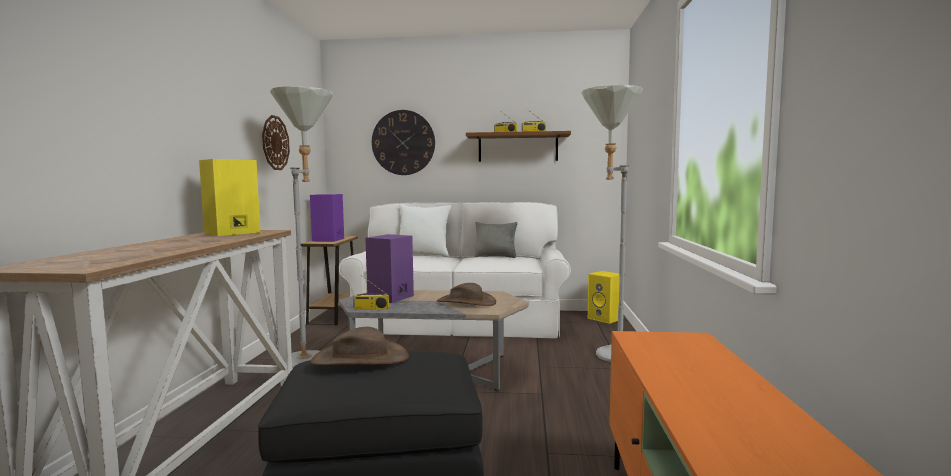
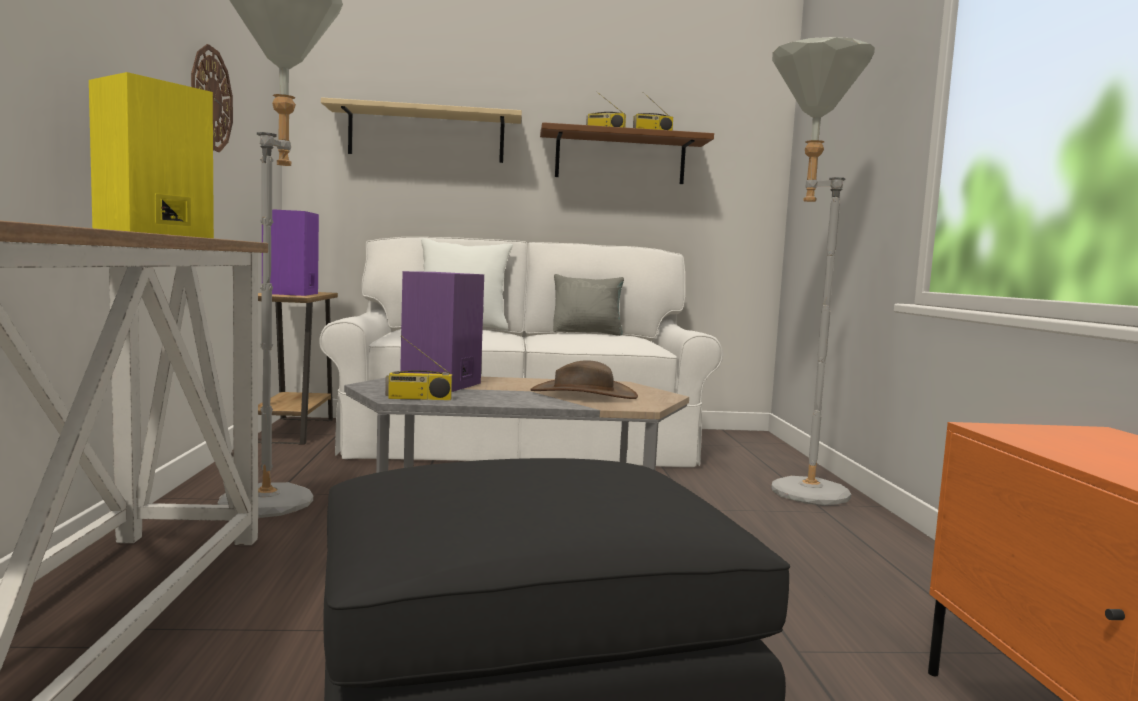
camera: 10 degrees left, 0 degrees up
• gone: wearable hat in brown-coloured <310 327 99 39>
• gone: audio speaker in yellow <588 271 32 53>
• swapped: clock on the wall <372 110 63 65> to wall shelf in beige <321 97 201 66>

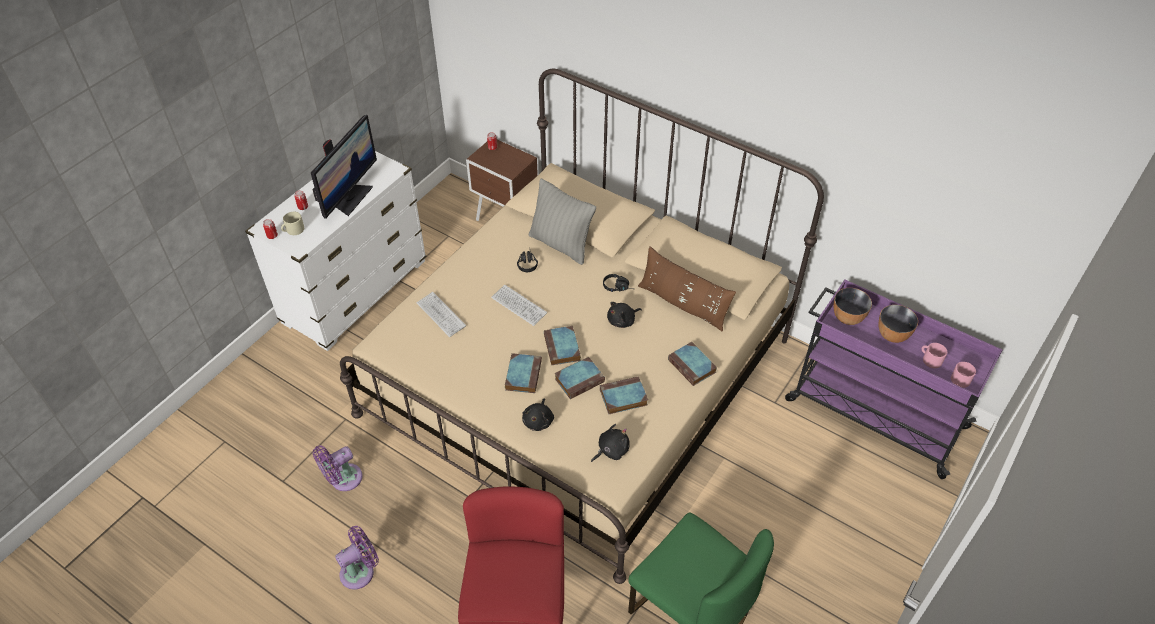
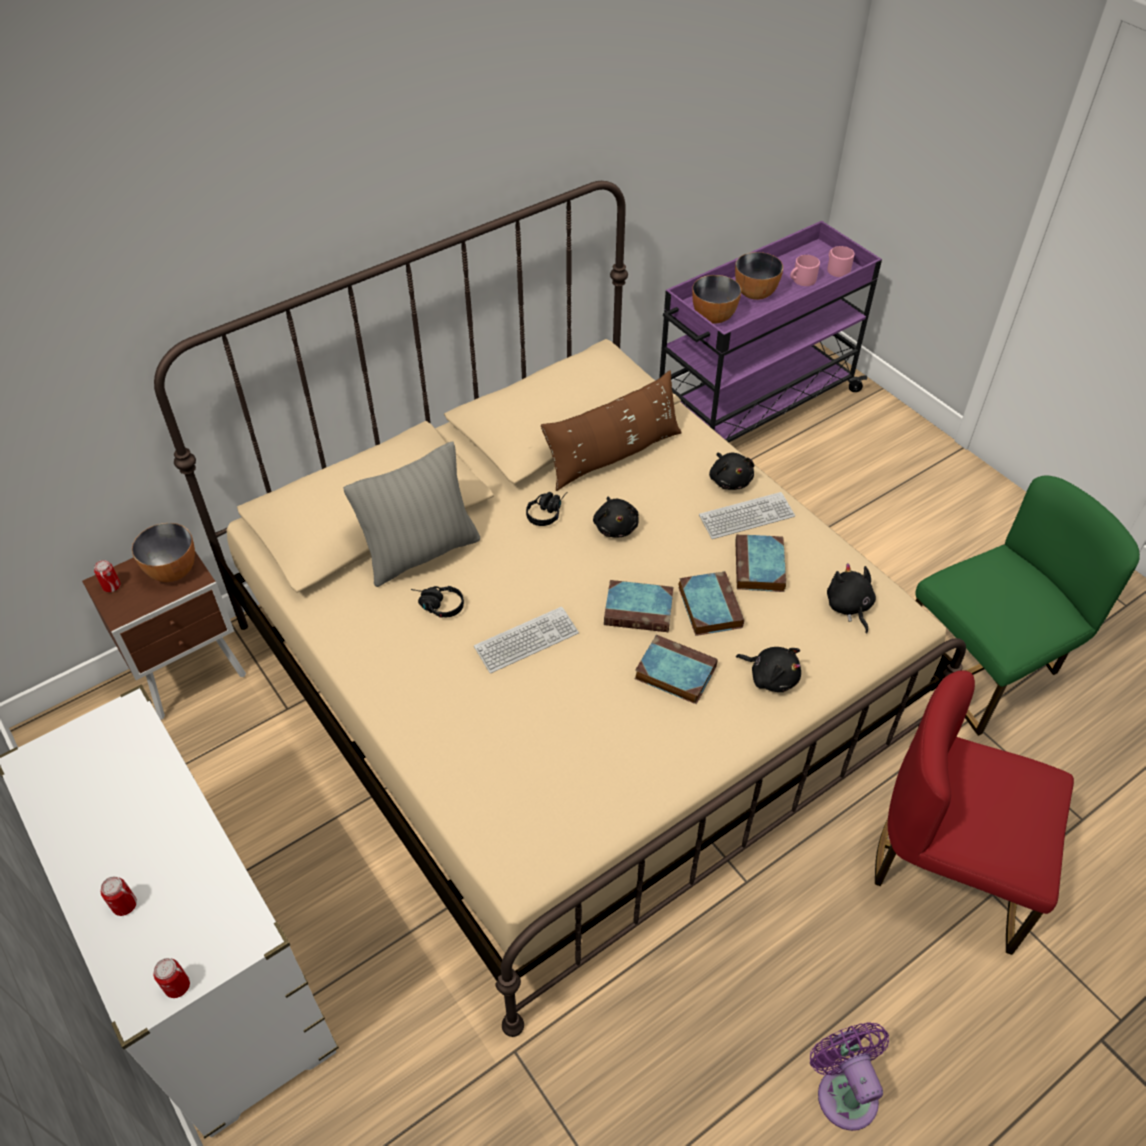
camera: 70 degrees left, 0 degrees up
• gone: coffee mug in beige <281 212 23 23>
• gone: computer display <311 115 66 104>
• gone: cooling fan in purple-coloured <313 446 50 45>
• new: bowl <132 523 63 59>
• shifted: keyboard <417 292 49 45> to <699 492 96 47>
• swapped: book <668 342 49 44> to plush toy in black <709 452 45 38>

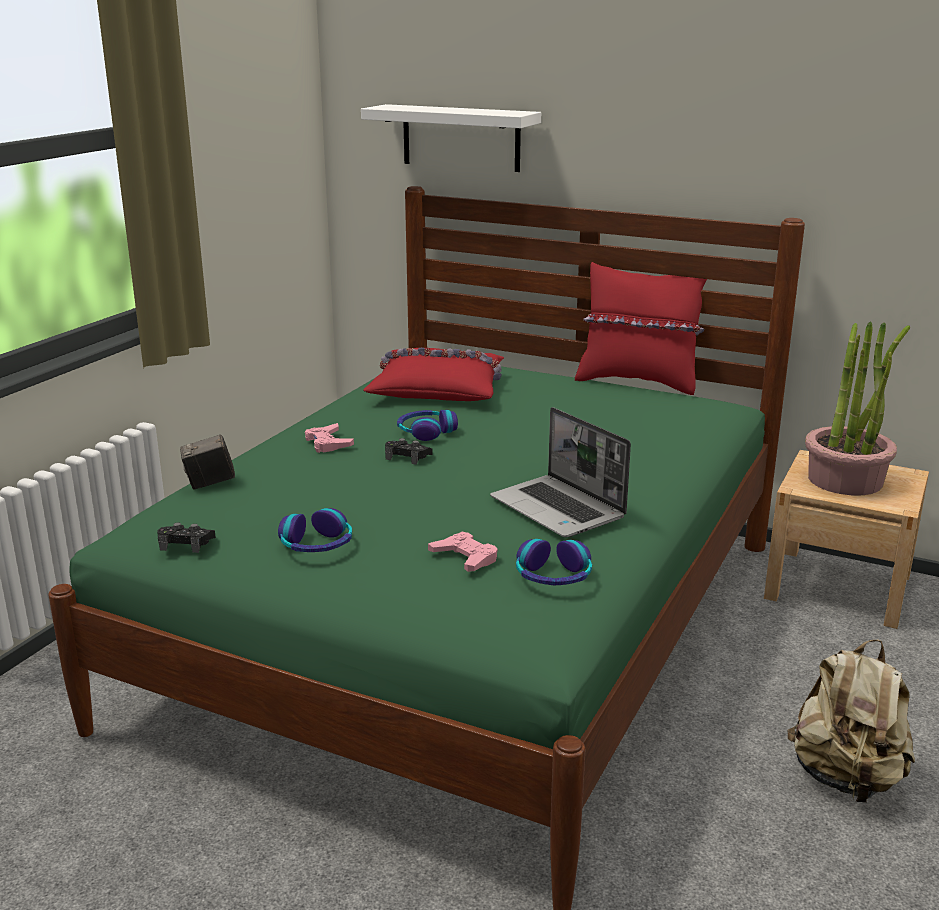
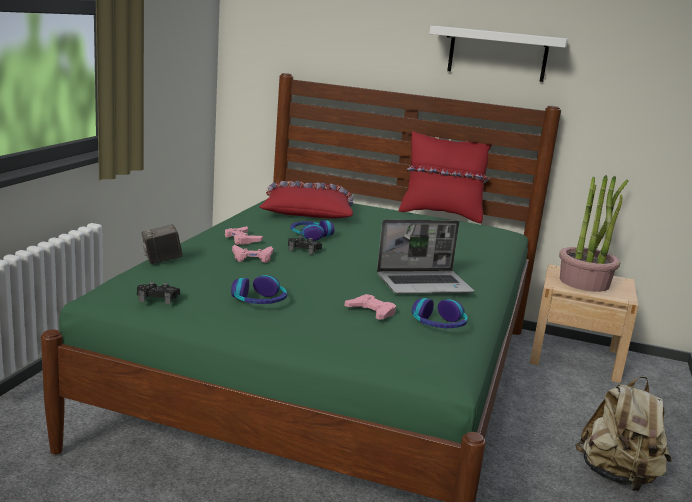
camera: 10 degrees left, 5 degrees down
• new: game controller in pink <232 245 41 18>
• shifted: wall shelf in white <361 104 180 68> to <429 26 139 56>
• rotated: notebook computer <490 407 141 130> = <377 219 97 75> 60 degrees counterclockwise

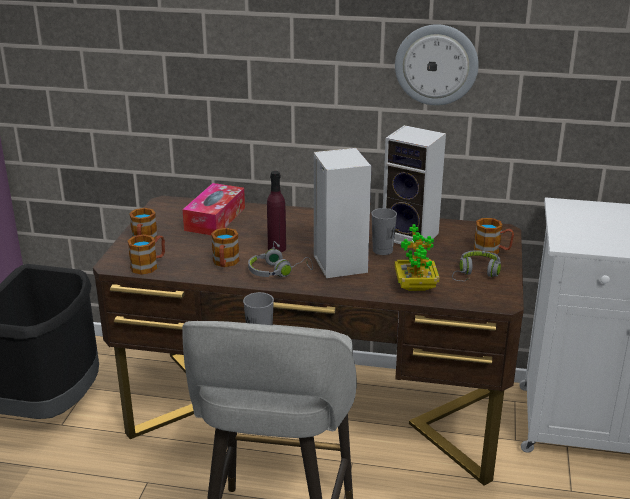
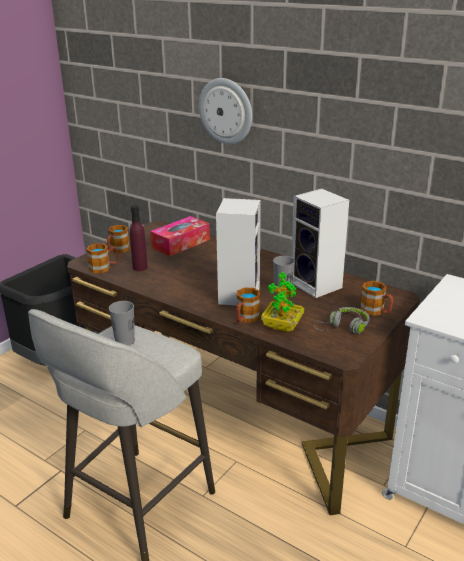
camera: 25 degrees right, 0 degrees up
• gone: headphones in gray <248 241 65 36>
• shifted: coffee mug <211 228 29 39> to <236 288 24 35>
• shifted: beverage bottle in purple-coloured <267 171 19 81> to <130 205 18 66>
• shifted: clock on the wall <395 24 84 81> to <199 78 53 66>

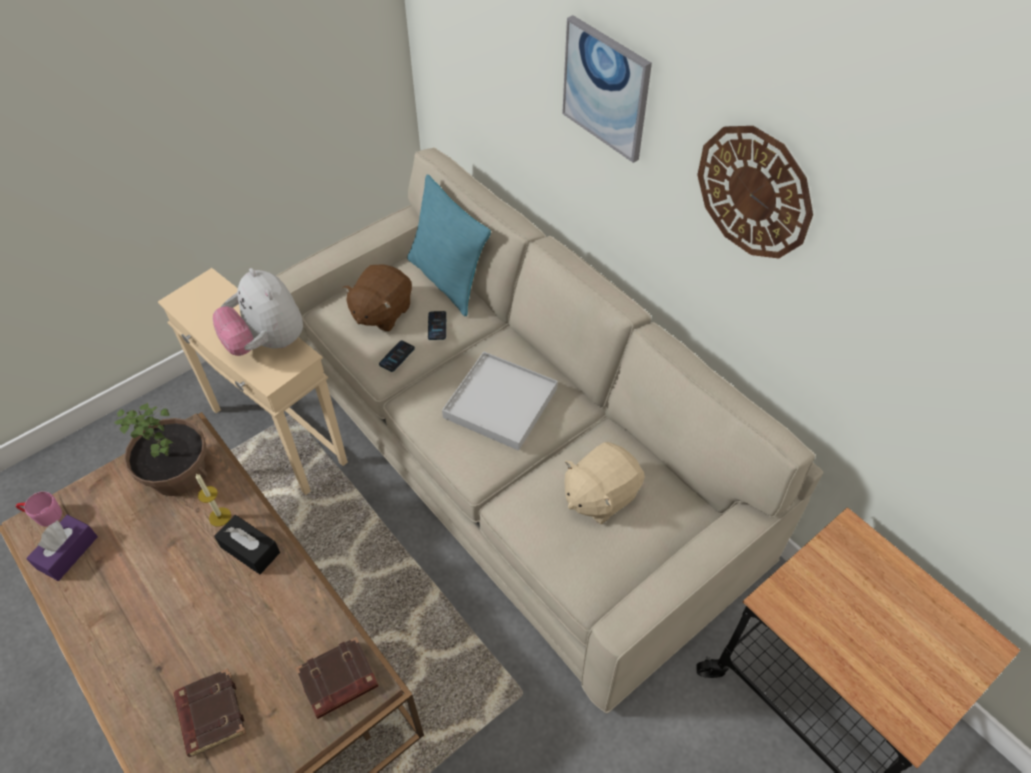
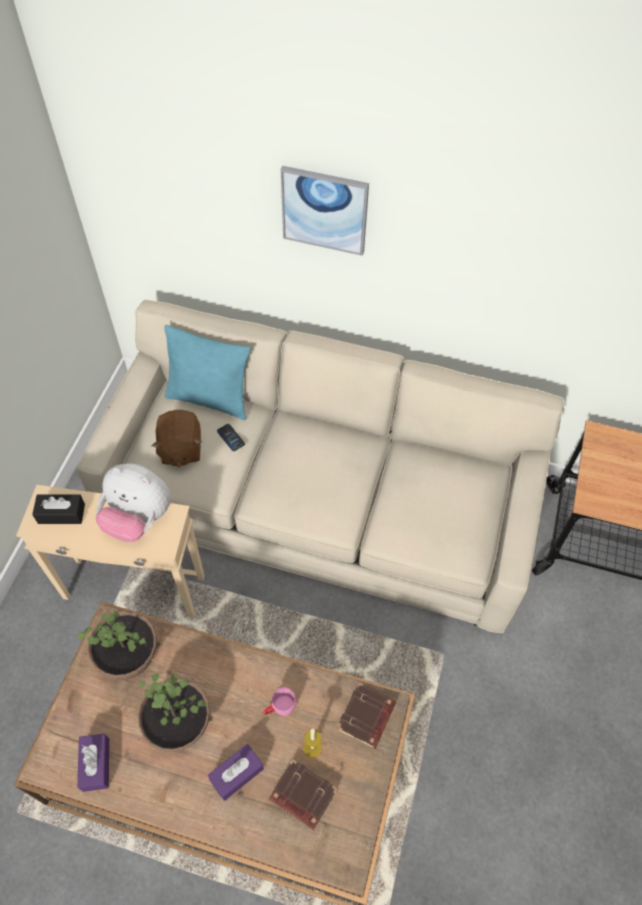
camera: 35 degrees left, 5 degrees up
• gone: handset <379 340 36 32>
• gone: tray in white <442 351 116 100>
• gone: plush toy in beige <565 442 80 82>
• gone: clock on the wall <697 126 116 133>
• new: potted plant <138 674 75 78>
• new: tissue holder in purple-coloured <208 744 56 57>
• shifted: coffee mug in pink <16 492 46 35> to <263 687 33 29>
• shifted: candle <196 474 35 52> to <303 728 19 30>
• shifted: tissue holder in black <214 515 66 59> to <32 494 53 30>

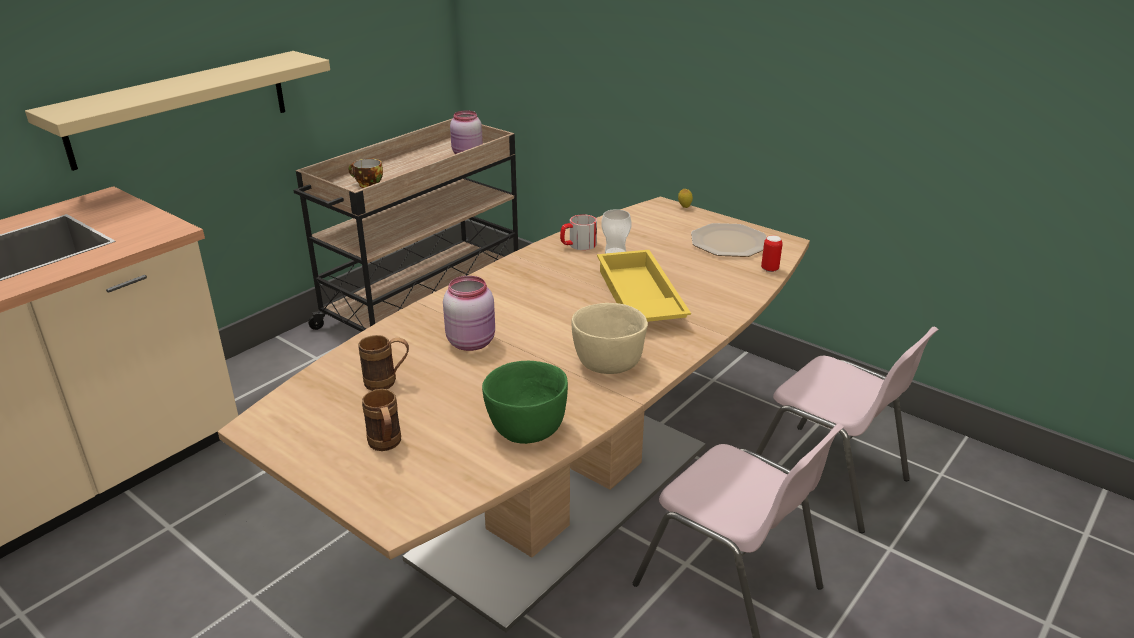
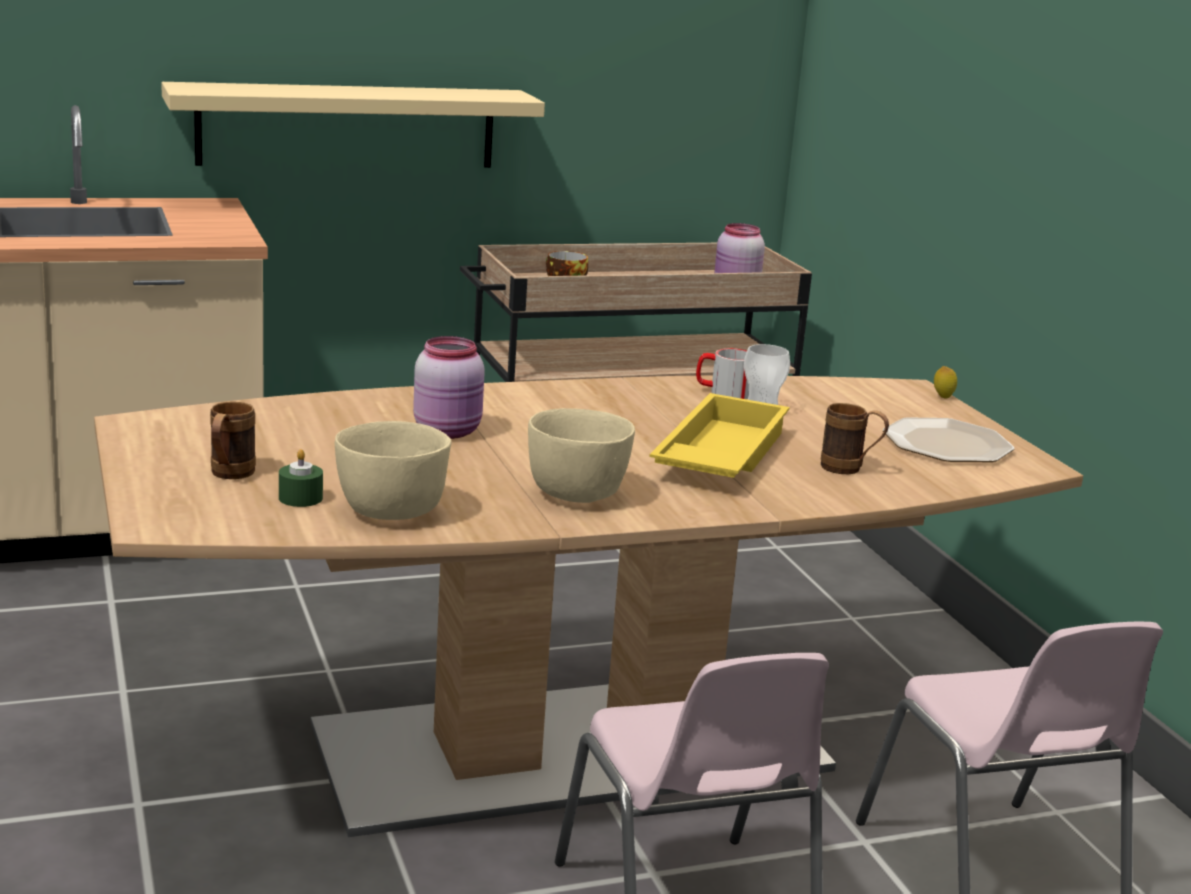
camera: 30 degrees right, 10 degrees down
• gone: metal can <761 235 22 37>
• new: candle in greenish <279 449 44 58>
• shifted: coffee mug in brown-coloured <358 335 51 56> to <821 403 68 71>
• repainted: bowl in greenish <482 361 86 83> to bowl in beige <335 421 117 99>

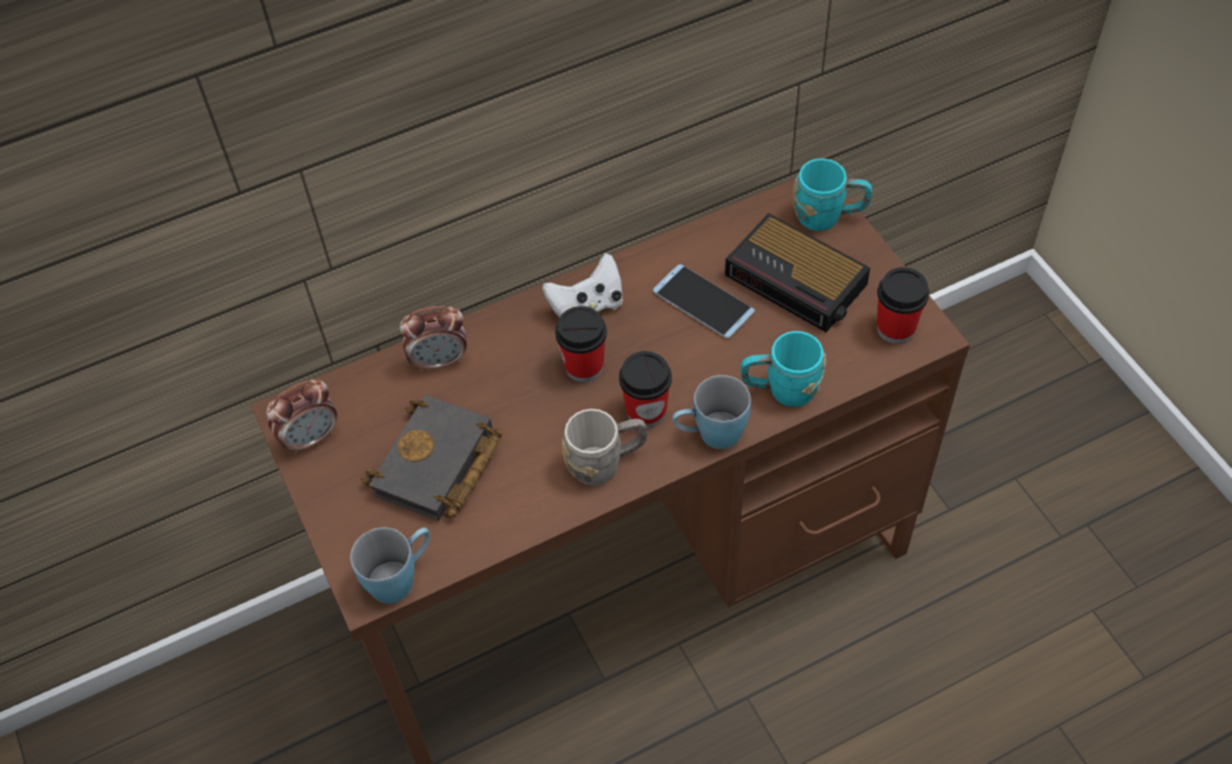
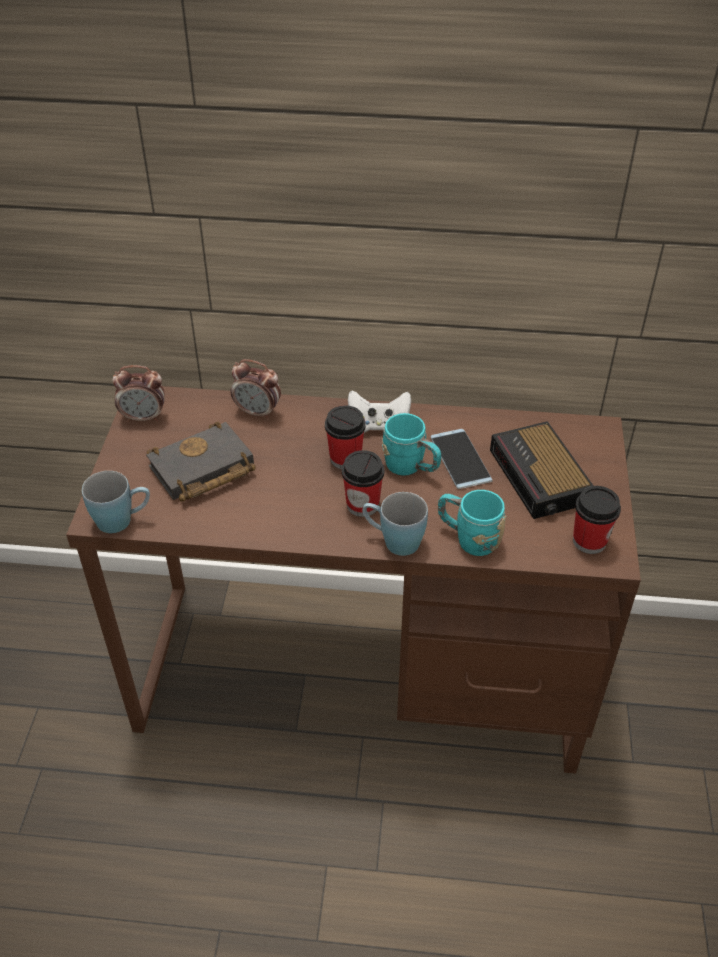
camera: 30 degrees right, 10 degrees down
• gone: coffee mug in gray <562 409 85 77>
• shifted: coffee mug in turquoise-coloured <793 159 79 72> to <382 413 59 63>

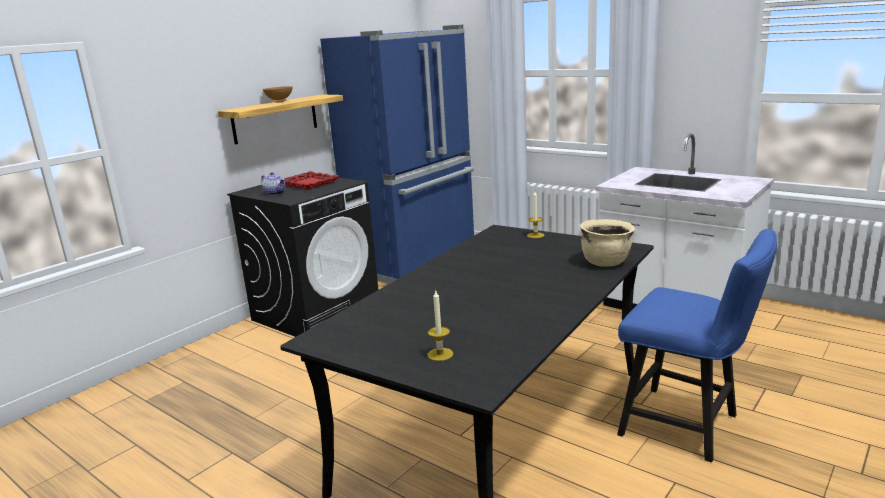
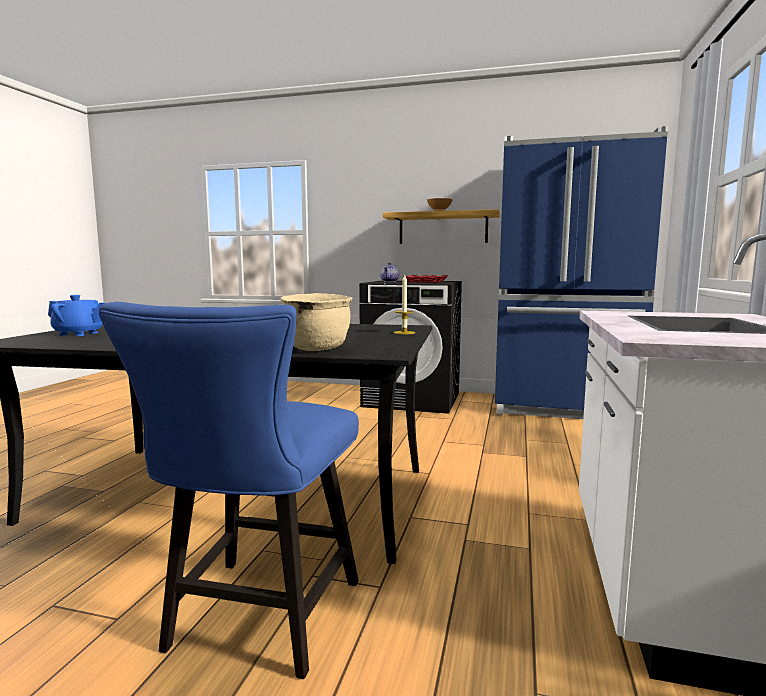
camera: 65 degrees right, 10 degrees down
• swapped: candle <427 291 26 70> to pot for tea in blue <48 295 57 41>

